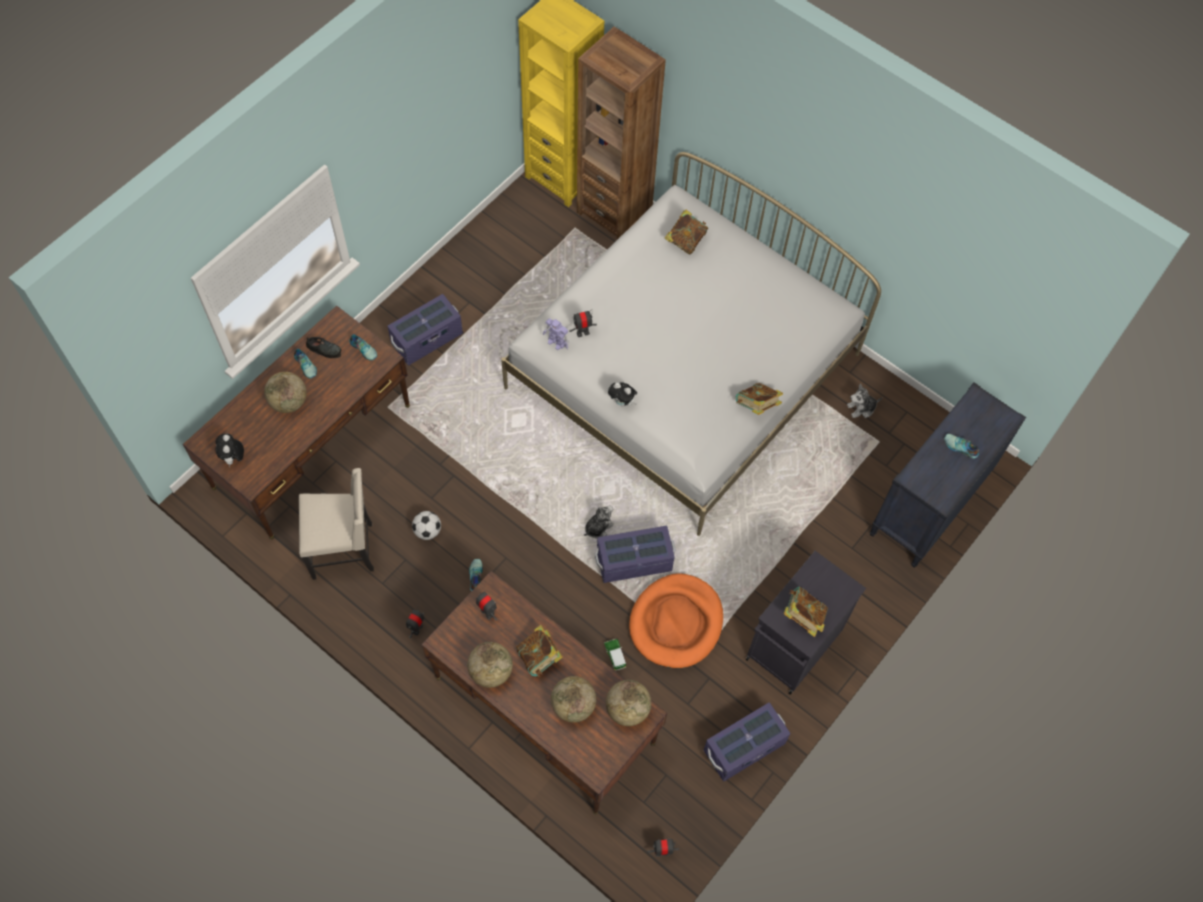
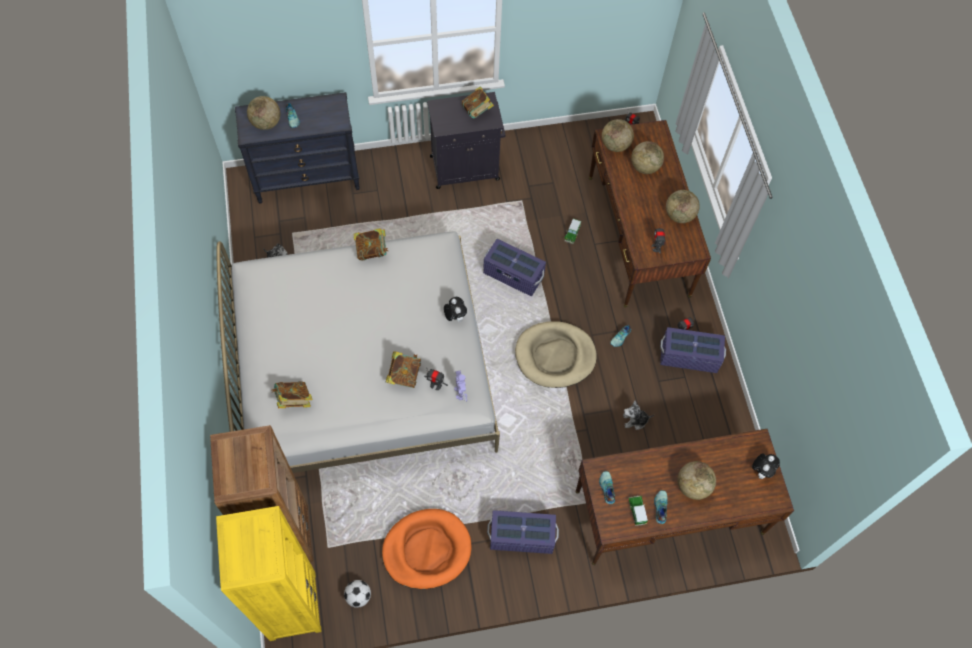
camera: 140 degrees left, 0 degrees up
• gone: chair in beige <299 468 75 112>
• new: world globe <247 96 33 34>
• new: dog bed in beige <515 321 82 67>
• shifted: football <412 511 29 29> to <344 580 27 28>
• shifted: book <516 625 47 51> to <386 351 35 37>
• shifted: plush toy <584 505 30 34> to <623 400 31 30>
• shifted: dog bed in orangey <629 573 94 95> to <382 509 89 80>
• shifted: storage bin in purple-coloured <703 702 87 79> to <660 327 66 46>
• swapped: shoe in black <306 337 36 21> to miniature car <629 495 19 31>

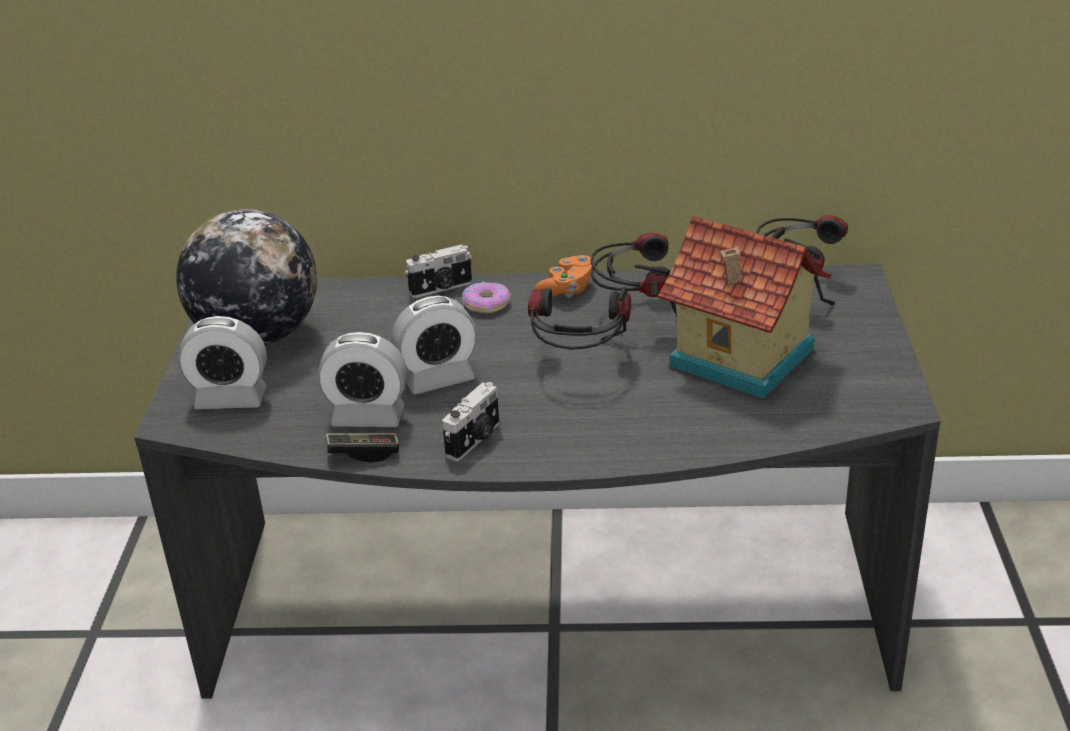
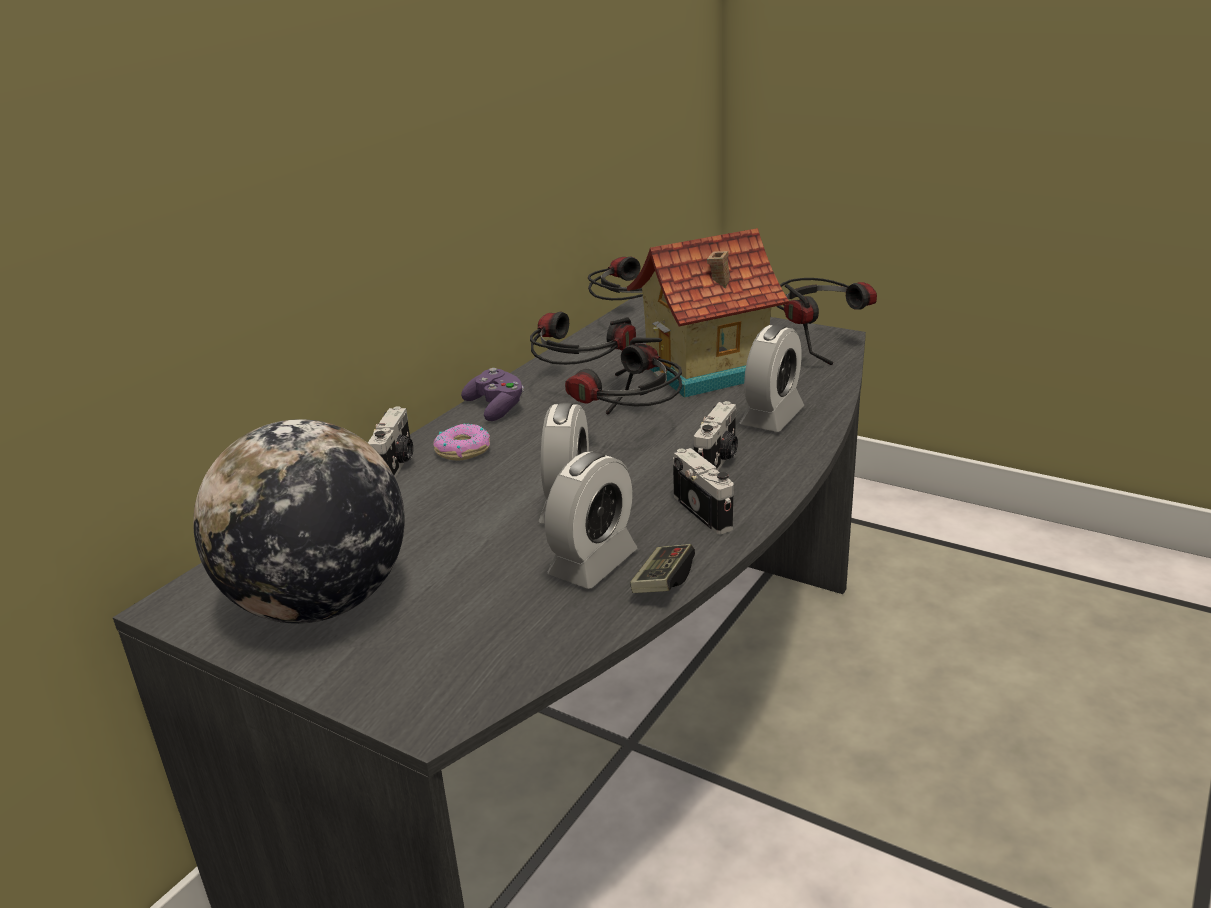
camera: 60 degrees left, 5 degrees down
• new: still camera <694 401 44 69>
• new: headphones <776 278 101 87>
• shifted: table clock <178 316 89 93> to <740 324 64 108>
• repainted: game controller in orangey <534 255 58 42> to game controller in purple-coloured <461 368 63 53>

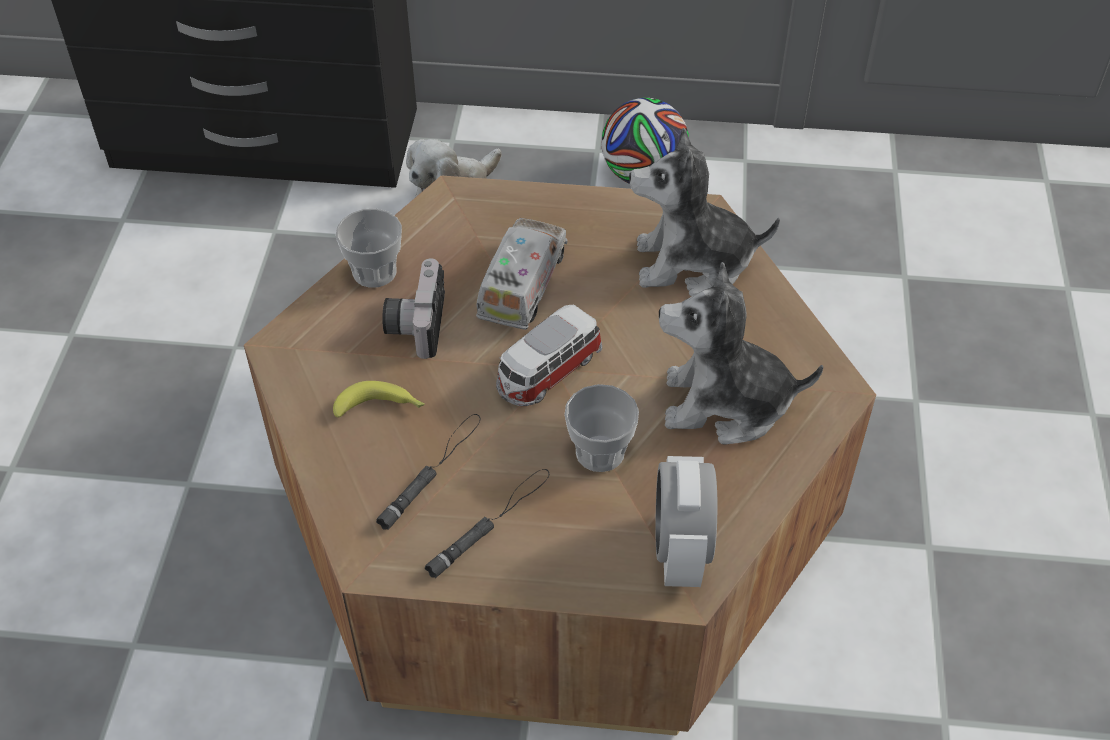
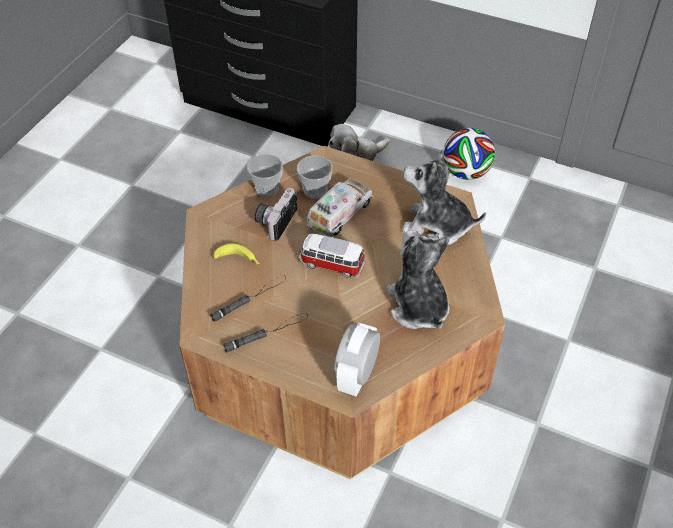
camera: 20 degrees right, 0 degrees up
• shifted: drinking cup <564 384 75 88> to <297 155 36 44>
• rotated: miniature car <496 305 106 101> = <299 234 67 44> 45 degrees clockwise
• rotated: plush toy <659 262 164 183> = <387 230 63 99> 45 degrees clockwise

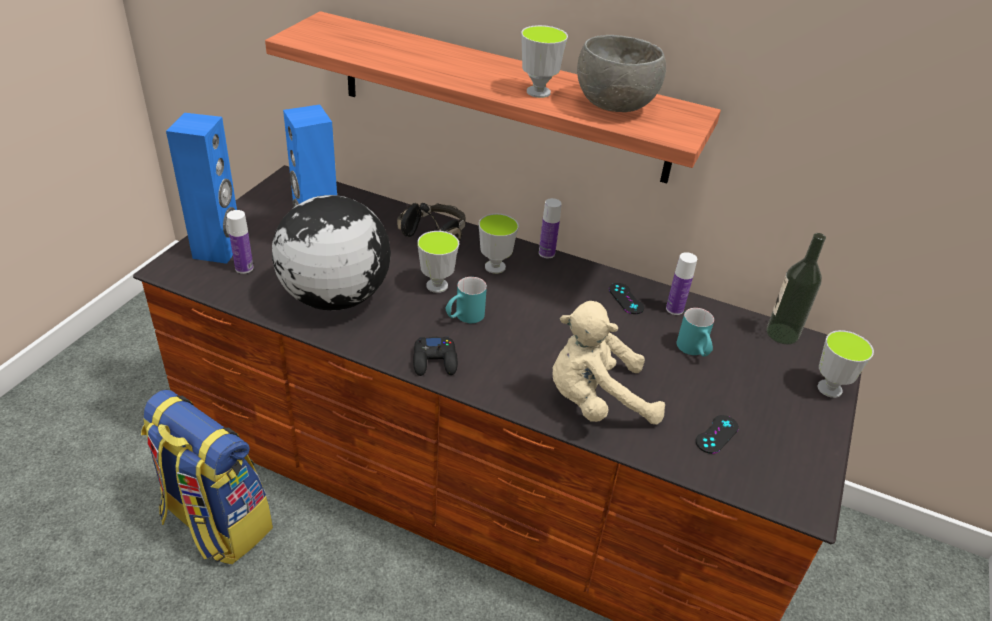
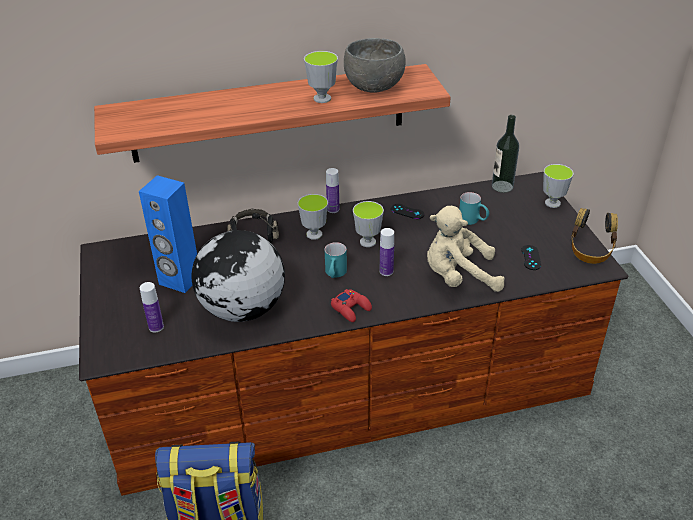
camera: 35 degrees left, 0 degrees up
• gone: audio speaker in blue <166 113 71 151>
• new: headphones <571 208 47 56>
• shifted: drinking cup <417 231 42 62> to <353 201 31 46>
• shifted: beverage bottle <666 252 31 63> to <380 228 14 48>
• repainted: game controller in black <413 337 45 39> to game controller in red-coloured <331 289 41 33>
• rotated: plush toy in beige <552 301 113 123> = <427 206 78 86> 45 degrees clockwise

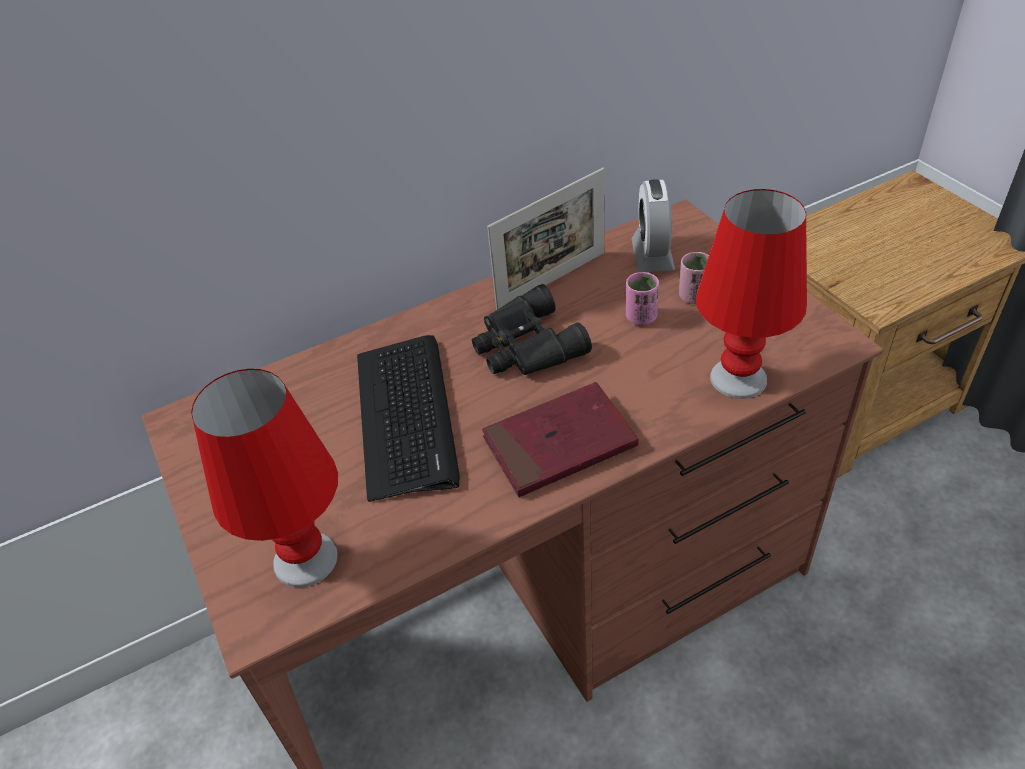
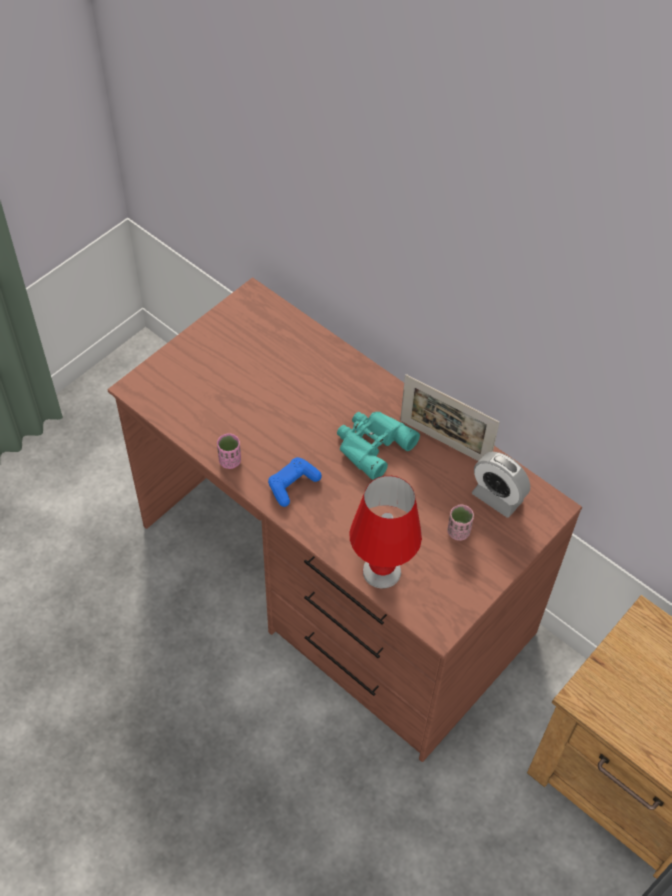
camera: 65 degrees right, 10 degrees up
• gone: tabletop lamp in red-coloured <191 369 147 219>
• gone: keyboard <357 335 102 167>
• shifted: drinking cup in pink <626 272 33 53> to <217 433 24 36>
• swapped: book in red-coloured <482 382 157 115> to game controller in blue <268 457 54 50>
• repainted: pair of binoculars in black <472 284 120 91> to pair of binoculars in turquoise-coloured <337 412 83 68>
• rotated: table clock <631 179 44 93> = <472 452 58 65> 120 degrees counterclockwise

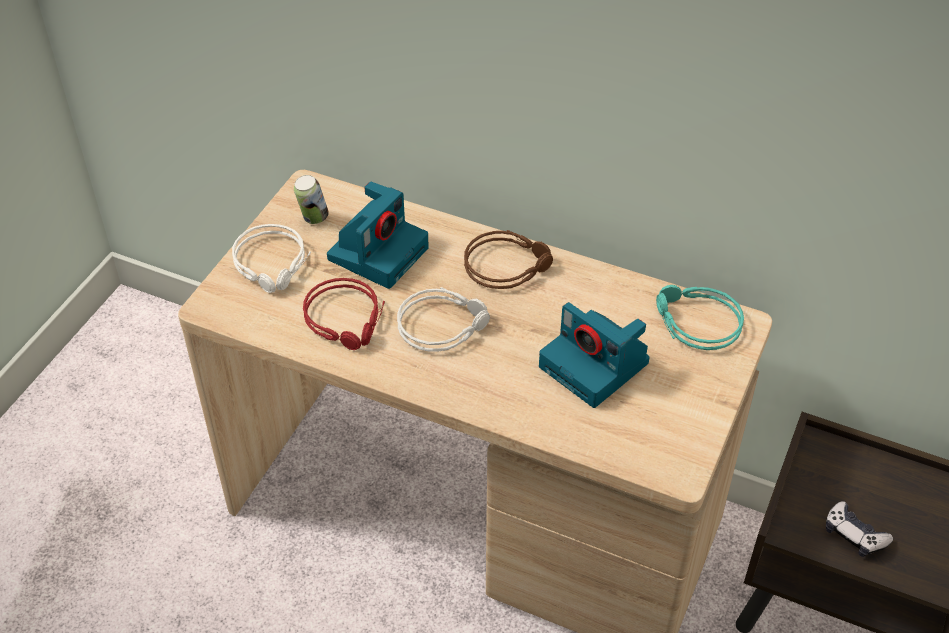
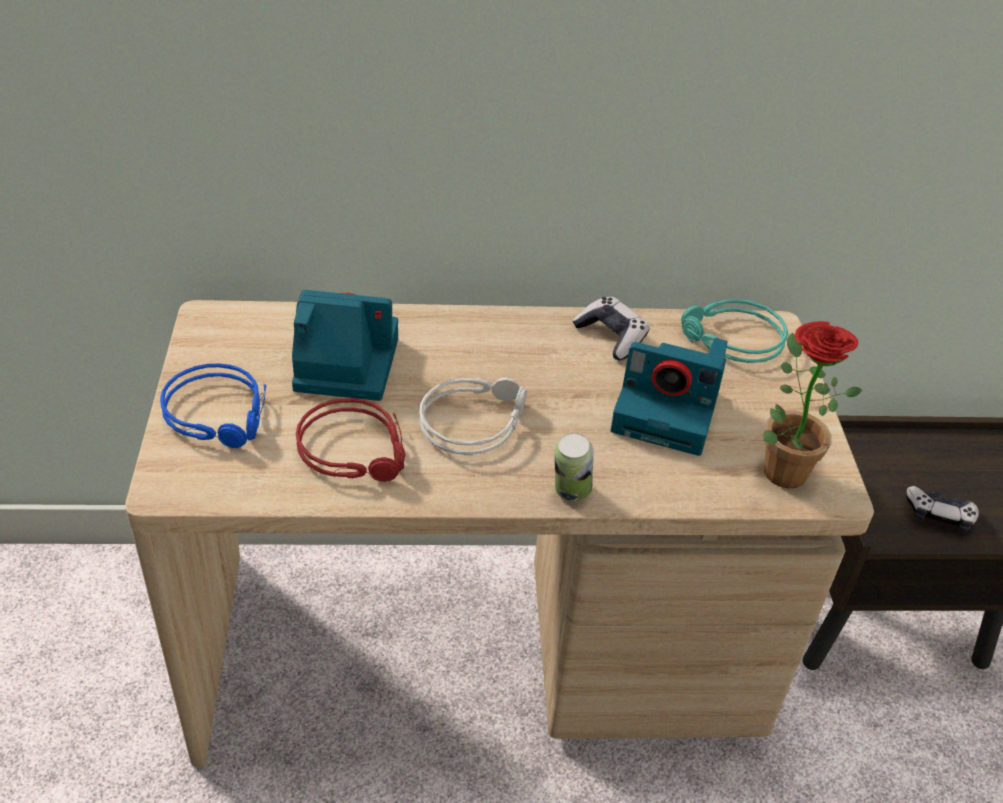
camera: 30 degrees left, 5 degrees down
• gone: headphones in brown-coloured <464 230 89 59>
• new: game controller <572 297 78 63>
• new: potted plant <763 321 100 167>
• shifted: metal can <294 175 35 49> to <555 433 38 68>
• repainted: headphones in white <232 224 79 69> to headphones in blue <160 364 106 84>
• rotated: still camera <327 182 102 107> = <292 290 106 111> 90 degrees counterclockwise

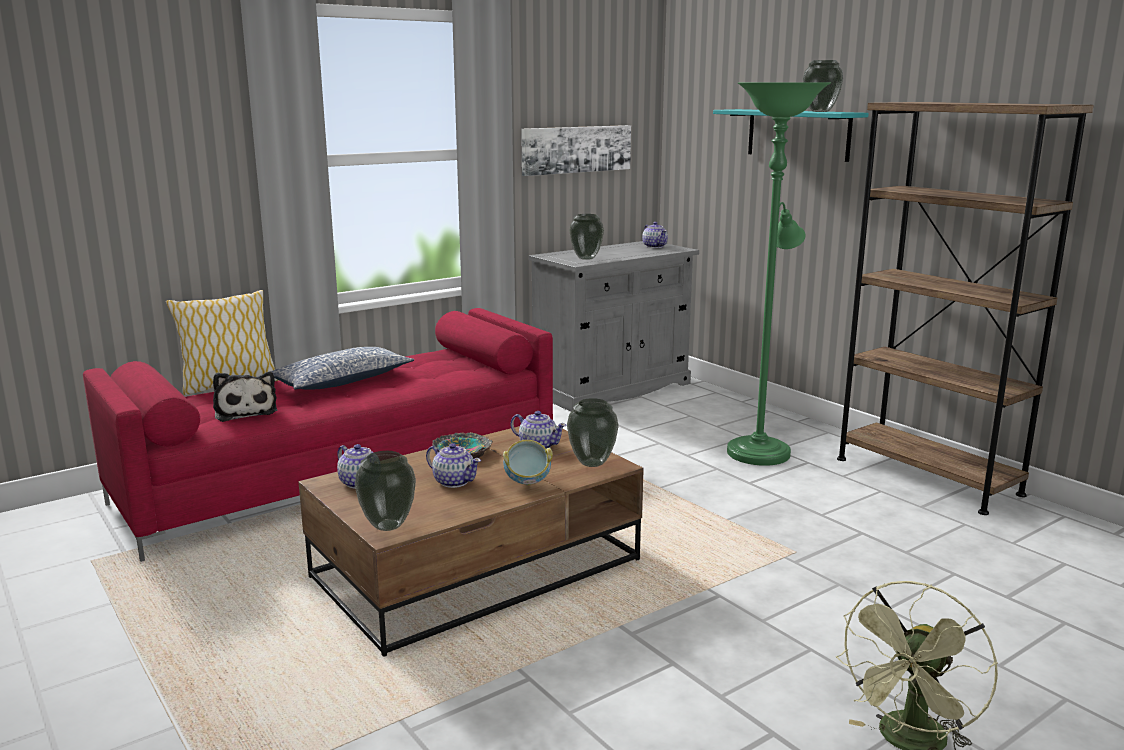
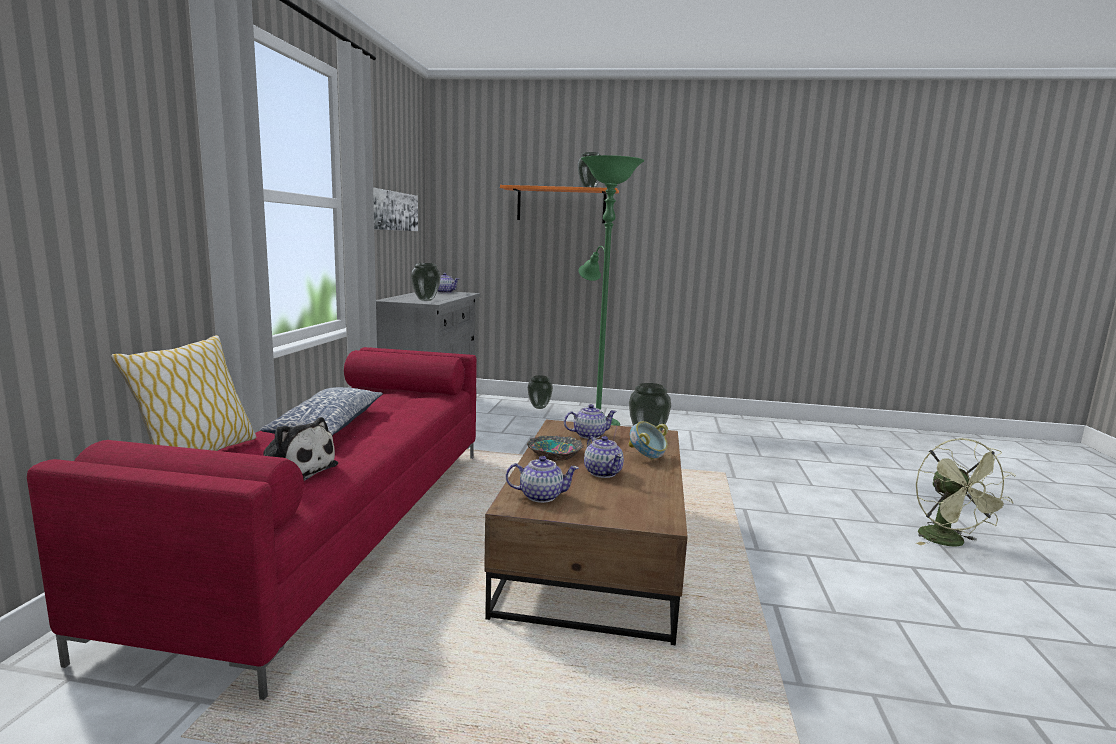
camera: 45 degrees left, 5 degrees down
• gone: bookcase in brown-coloured <837 102 257 413>
• shifted: flower vase <355 451 61 80> to <528 375 25 34>
• repainted: wall shelf in turquoise-coloured <713 109 156 53> to wall shelf in orangey <500 185 119 38>
• rotated: pot for tea <426 443 55 45> = <584 436 40 42> 75 degrees clockwise

